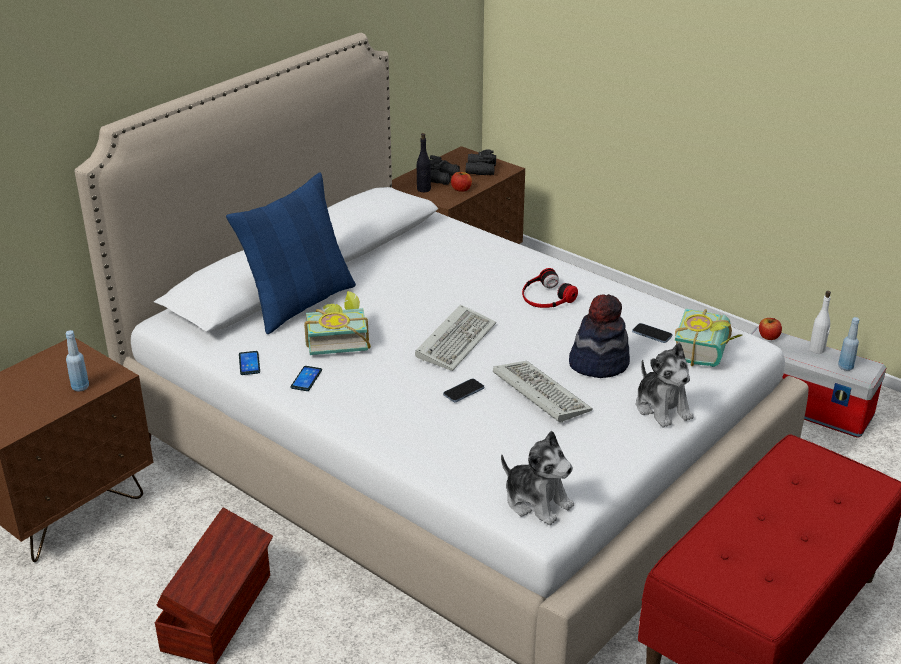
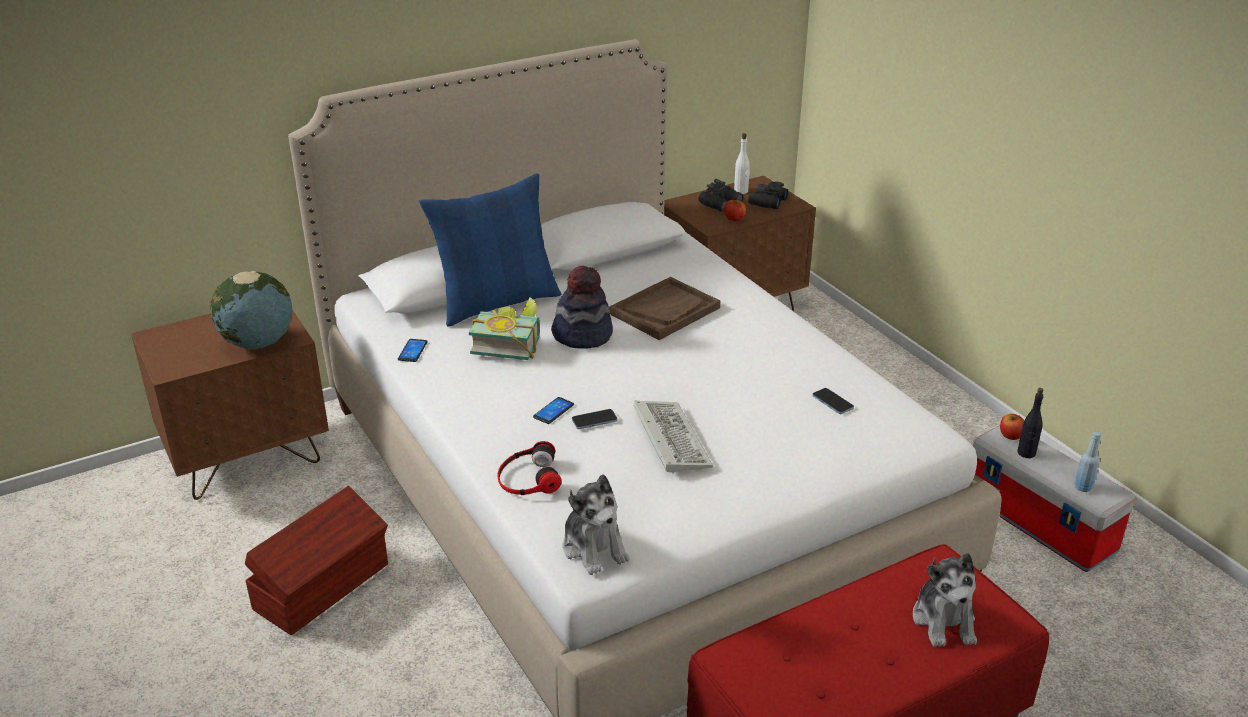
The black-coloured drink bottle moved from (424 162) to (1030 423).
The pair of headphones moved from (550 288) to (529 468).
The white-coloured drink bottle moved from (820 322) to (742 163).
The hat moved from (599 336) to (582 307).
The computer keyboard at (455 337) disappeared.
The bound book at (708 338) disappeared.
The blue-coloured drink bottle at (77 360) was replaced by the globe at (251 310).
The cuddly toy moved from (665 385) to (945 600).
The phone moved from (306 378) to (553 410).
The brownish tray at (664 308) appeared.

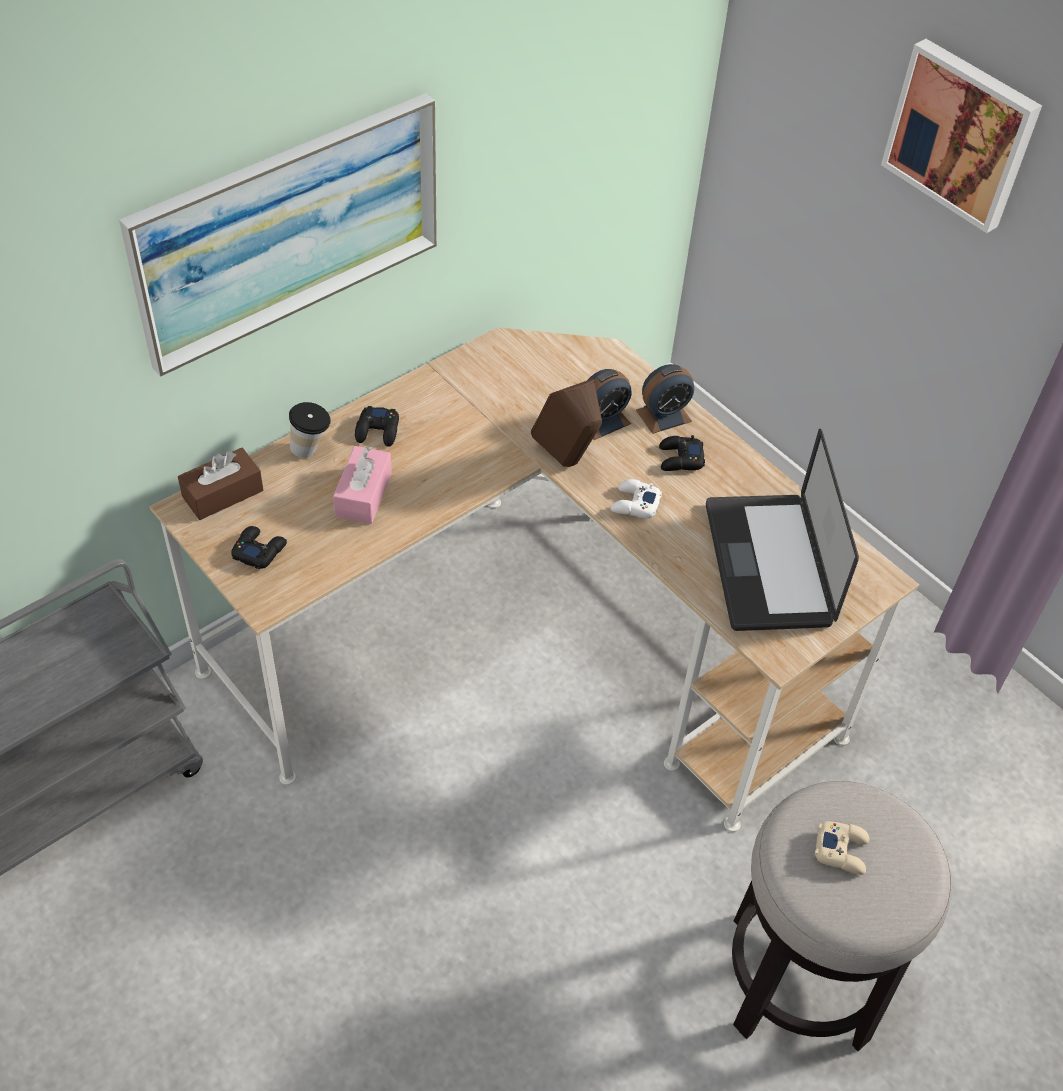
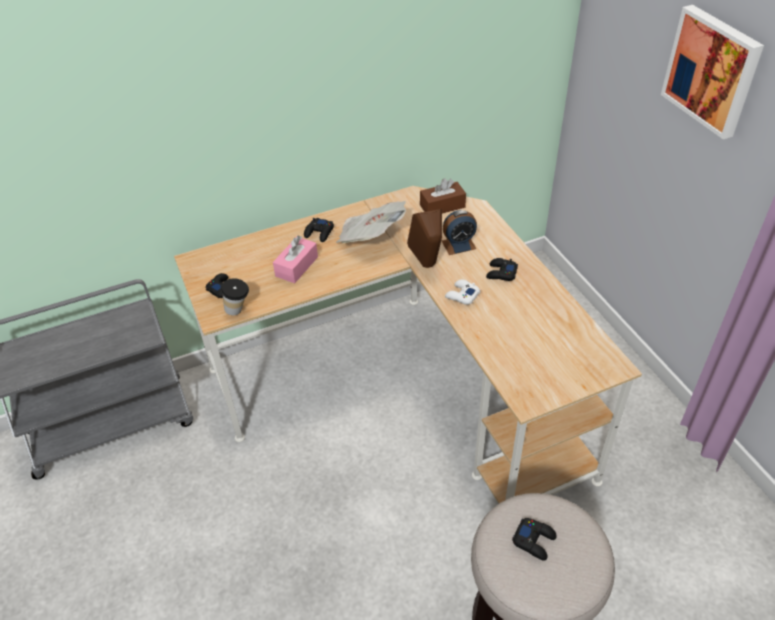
The picture at (278 235) disappeared.
The bedside clock at (665 399) disappeared.
The drinking cup moved from (310 430) to (234 296).
The portable computer at (782 530) disappeared.
The brownish box of tissues moved from (220 484) to (443 195).
The beige gamepad at (841 848) became the black-coloured gamepad at (534 539).
The daily paper at (371 222) appeared.

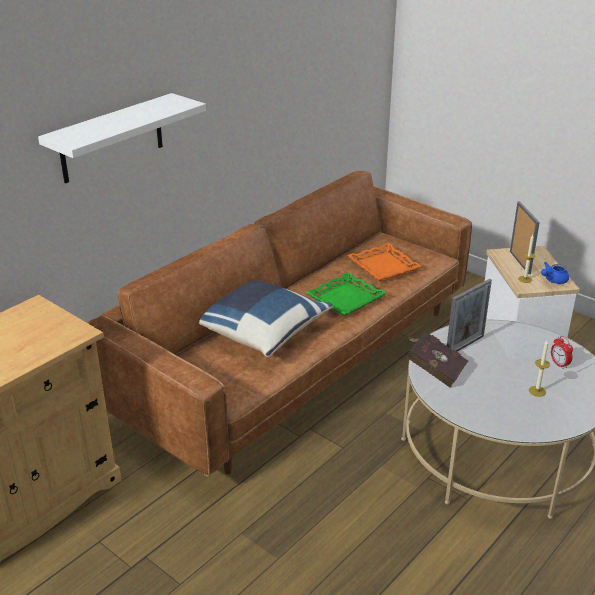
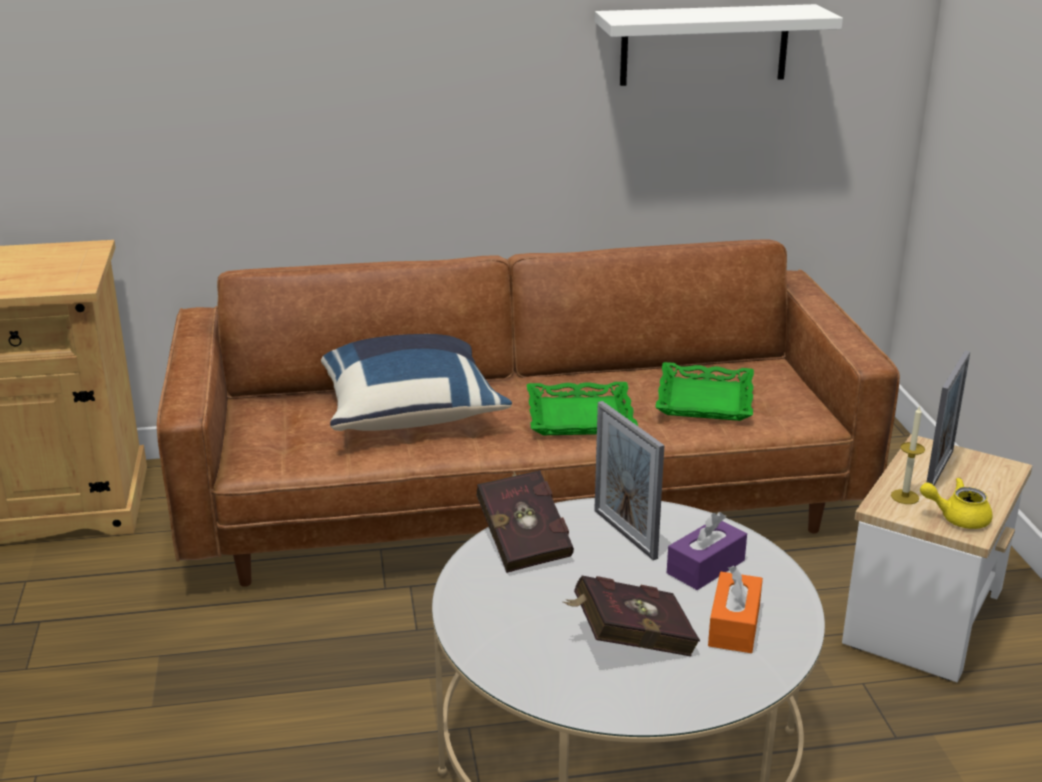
The white-coloured wall shelf moved from (122 138) to (719 45).
The orange-coloured tray at (384 262) became the green tray at (704 391).
The blue-coloured tea pot at (555 273) became the yellowish tea pot at (956 503).
The picture frame at (469 315) turned 60 degrees clockwise.
The bedside clock at (562 352) was replaced by the orange-coloured box of tissues at (735 609).
The wax light at (539 368) was replaced by the red bound book at (631 616).
The purple-coloured box of tissues at (707 551) appeared.

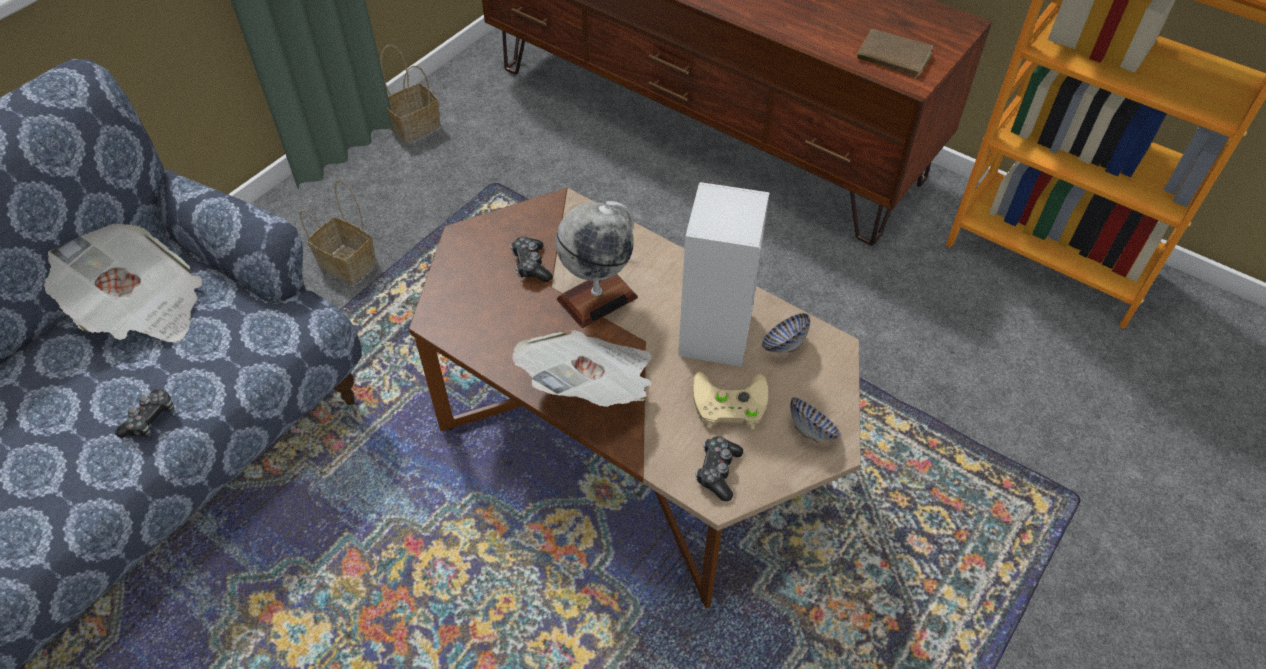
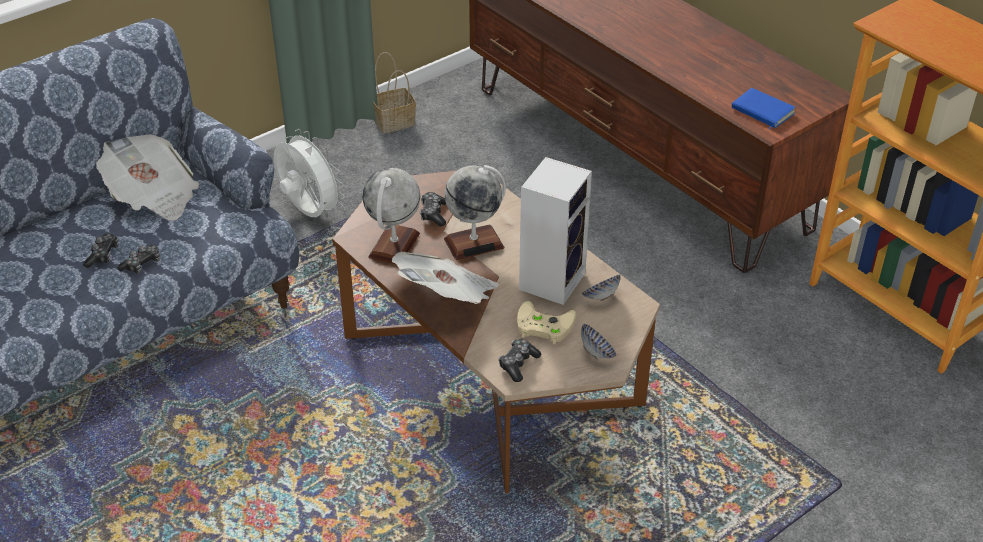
The brownish bound book at (895 55) became the blue-coloured bound book at (764 109).
The storage basket at (338 232) was replaced by the white-coloured cooling fan at (309 173).
The globe at (391 216) appeared.
The gamepad at (101 250) appeared.

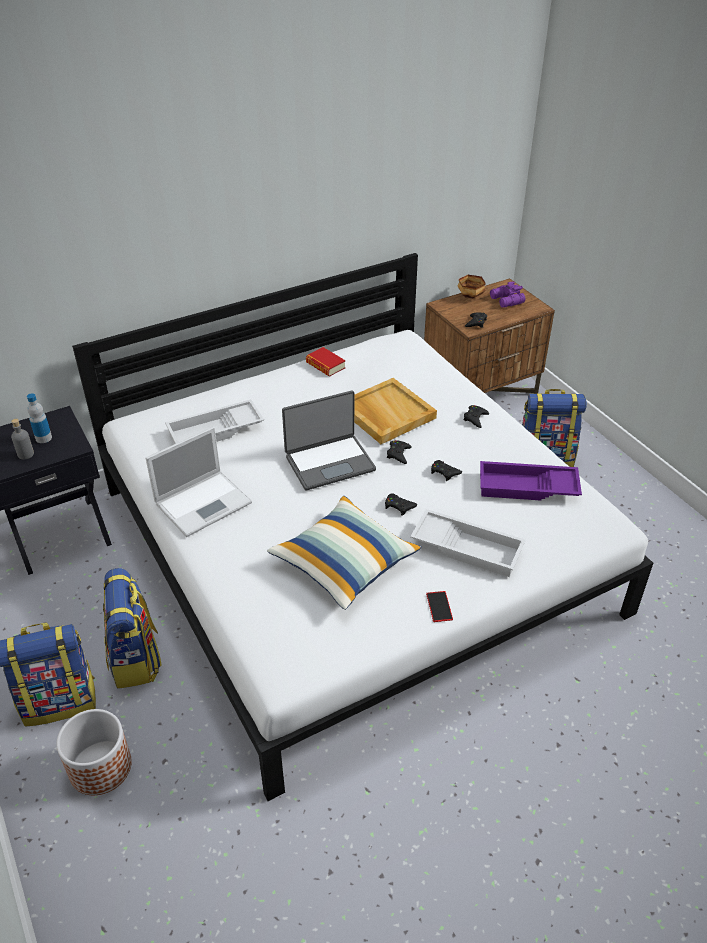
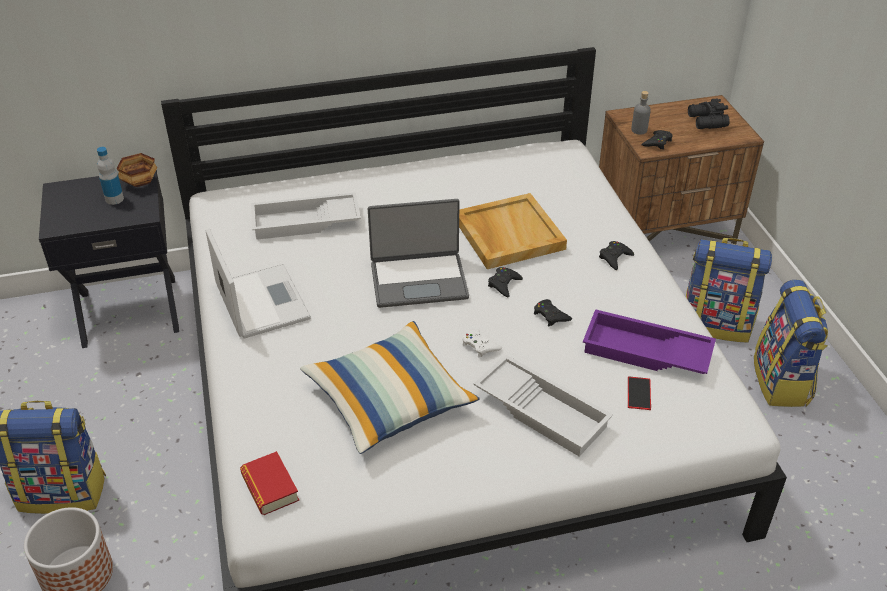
The bowl moved from (472 286) to (137 170).
The purple-coloured pair of binoculars at (507 294) became the black-coloured pair of binoculars at (709 113).
The bound book moved from (326 362) to (269 483).
The grey drink bottle moved from (22 439) to (641 113).
The portable computer at (199 482) turned 90 degrees counterclockwise.
The black-coloured gamepad at (401 504) became the white-coloured gamepad at (482 343).
The rucksack moved from (132 628) to (791 343).
The phone moved from (439 606) to (639 393).

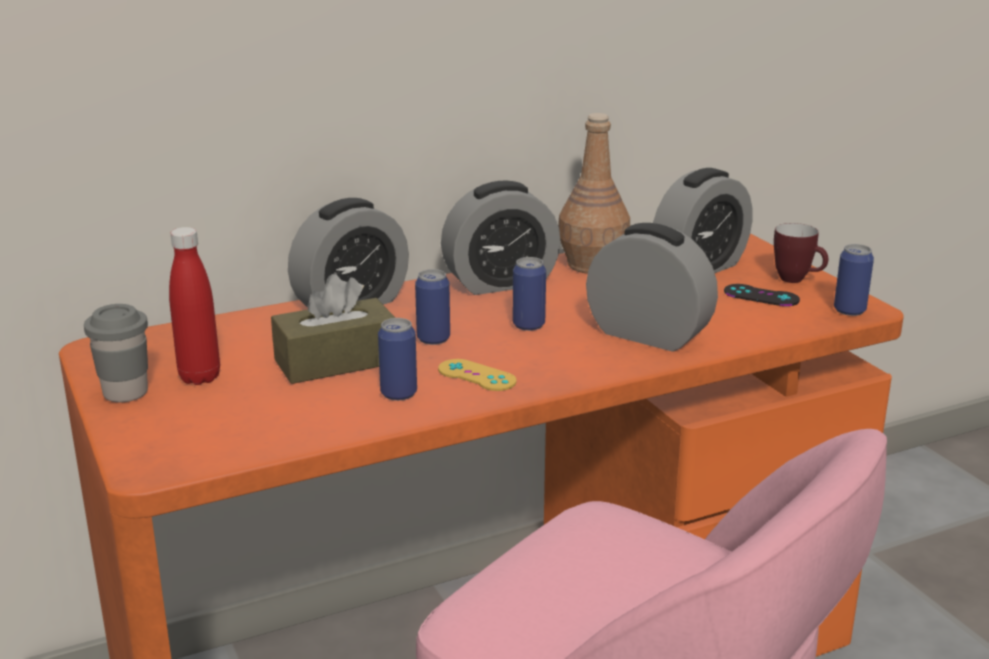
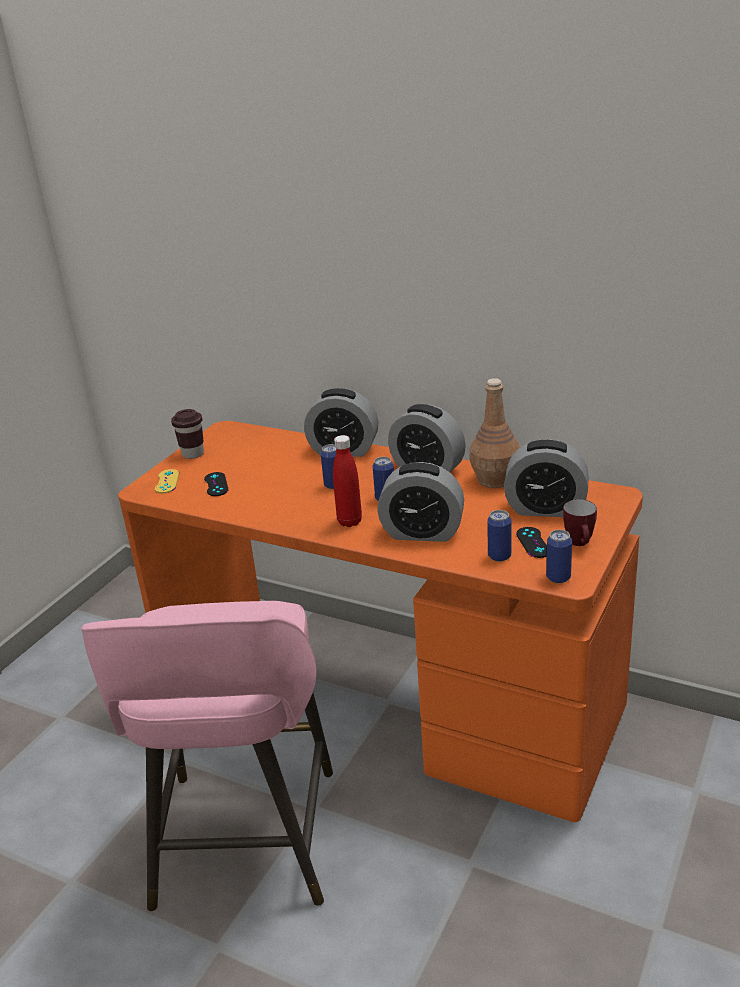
The bedside clock at (652 287) turned 105 degrees clockwise.
The red drink bottle moved from (194 306) to (347 481).
The brownish box of tissues at (333 329) disappeared.
The grey drinking cup at (116 353) became the brownish drinking cup at (187 434).
The sealed can moved from (397 359) to (499 536).
The yellowish gamepad moved from (477 375) to (167 481).
The black-coloured gamepad at (216 484) appeared.

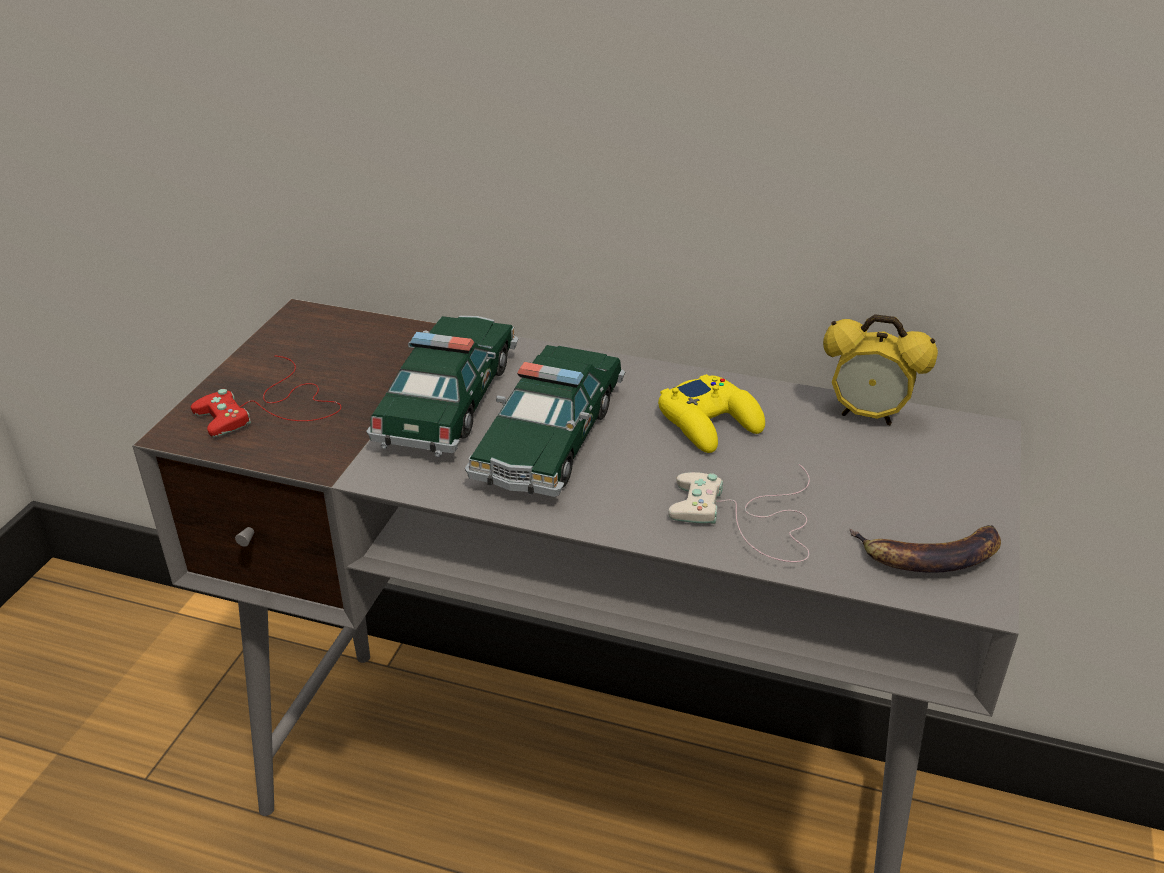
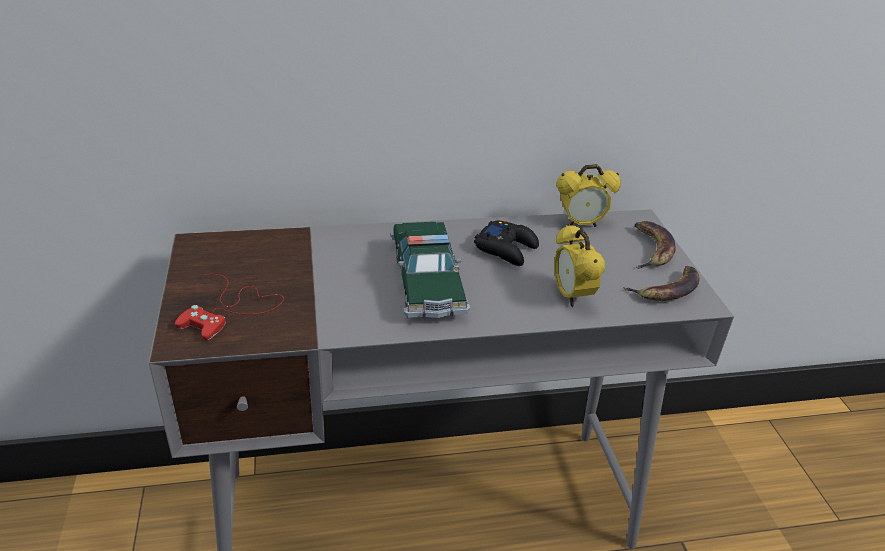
The model car at (442 386) disappeared.
The yellowish gamepad at (711 413) became the black-coloured gamepad at (506 243).
The white-coloured gamepad at (739 513) was replaced by the bedside clock at (579 265).
The banana at (655 245) appeared.

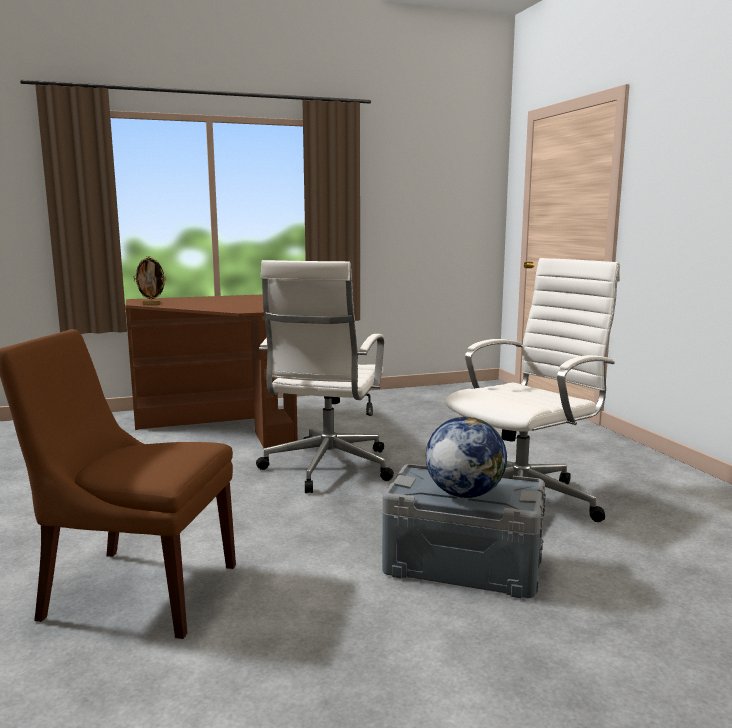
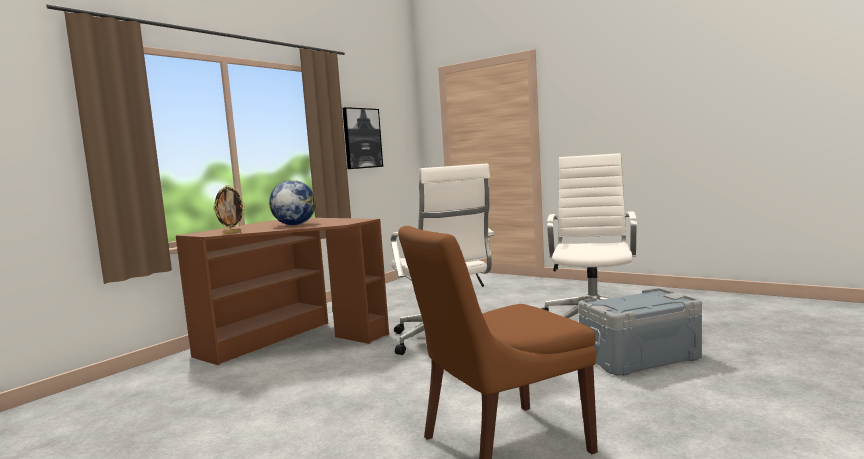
The globe moved from (466 457) to (292 202).
The picture at (362 138) appeared.

